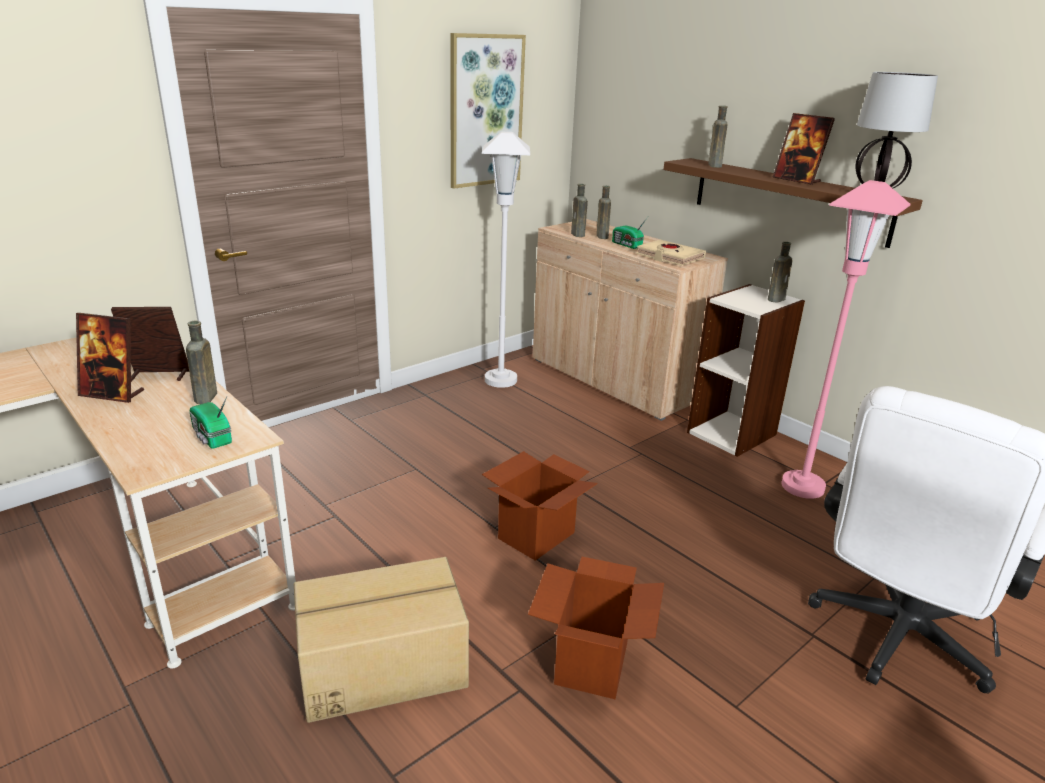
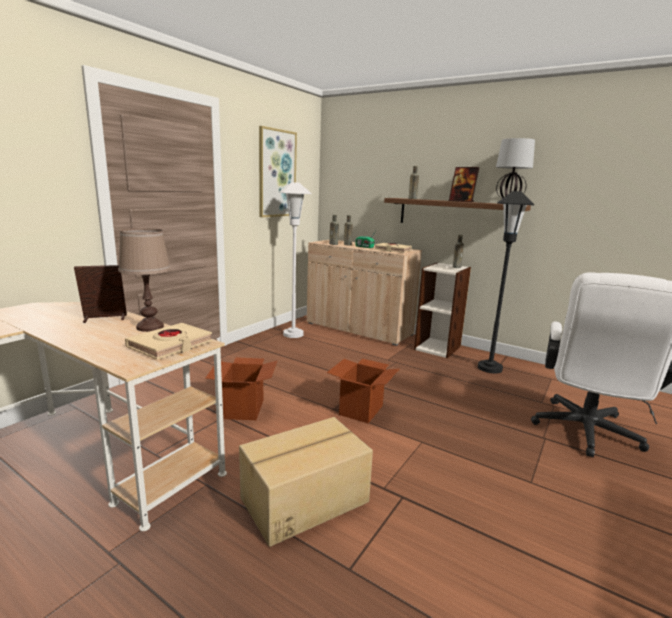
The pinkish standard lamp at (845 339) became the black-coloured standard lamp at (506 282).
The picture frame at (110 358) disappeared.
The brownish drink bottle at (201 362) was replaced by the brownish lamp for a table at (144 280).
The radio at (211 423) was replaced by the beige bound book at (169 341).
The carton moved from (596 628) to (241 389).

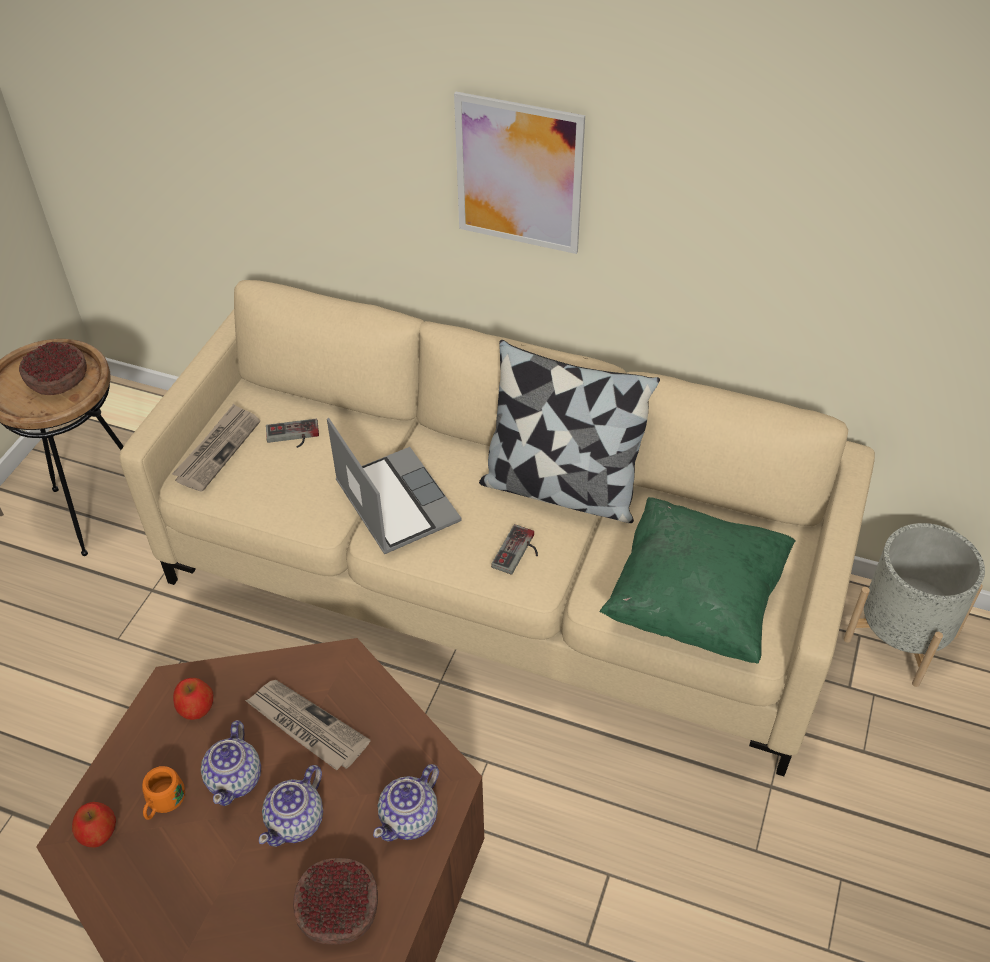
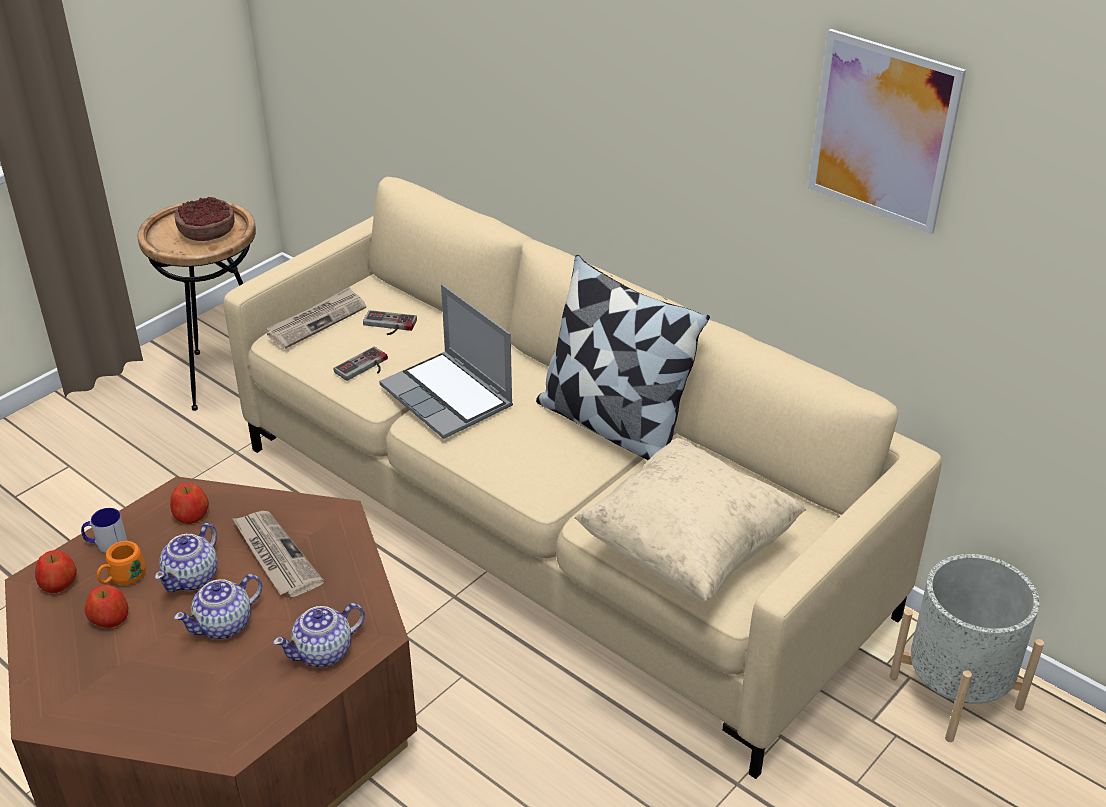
The picture moved from (519 173) to (887 132).
The portable computer at (394 486) turned 150 degrees clockwise.
The green pillow at (698 580) became the beige pillow at (690 520).
The gamepad moved from (514 549) to (361 363).
The bowl at (335 901) disappeared.
The coffee mug at (104 530) appeared.
The whole apple at (107 606) appeared.

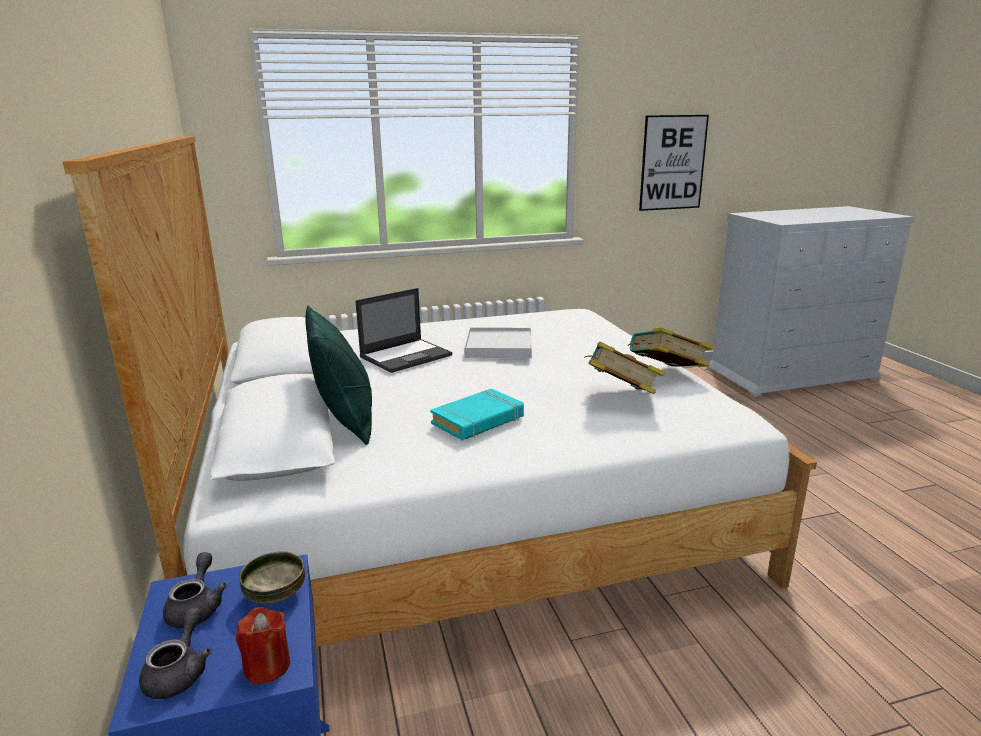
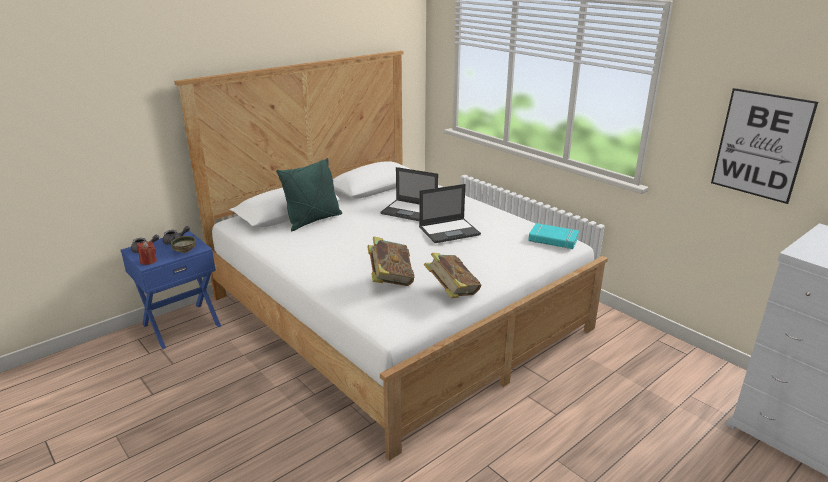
The white-coloured tray at (498 342) was replaced by the portable computer at (450 213).
The turquoise bound book moved from (477 414) to (553 236).

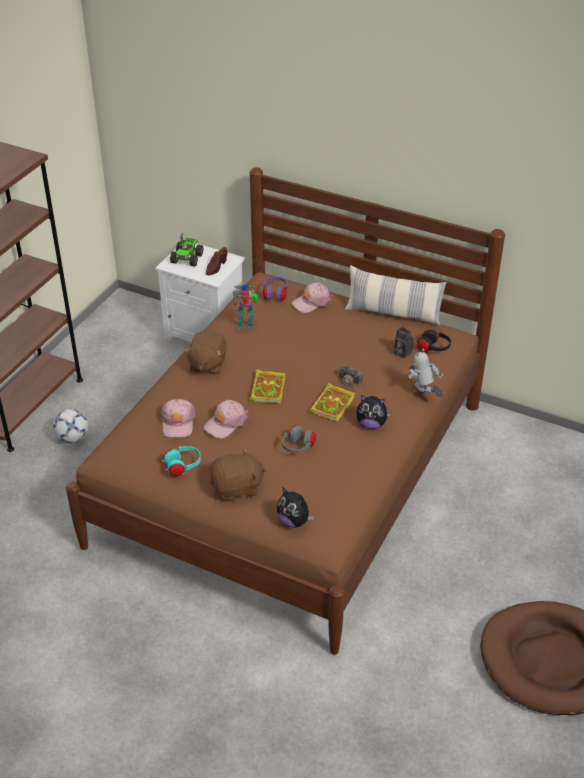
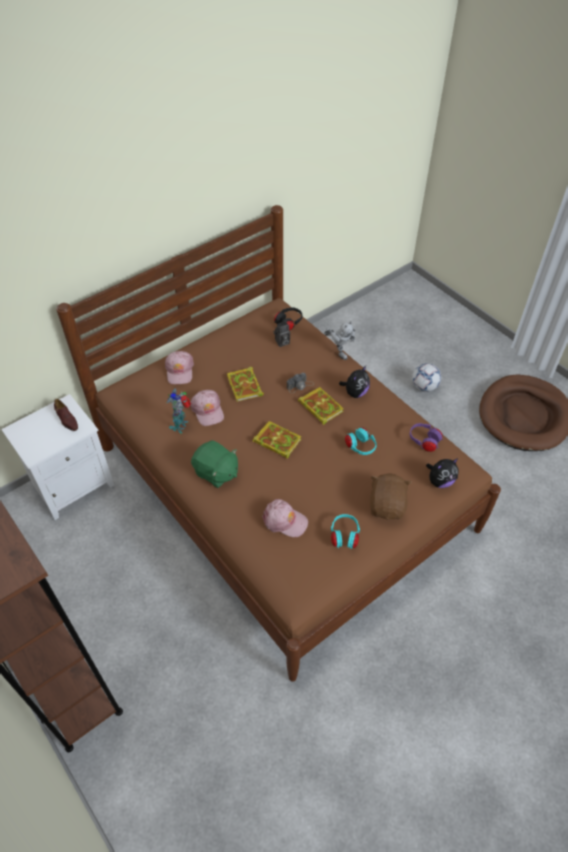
The toy truck at (186 250) disappeared.
The pillow at (396 295) disappeared.
The purple-coloured pair of headphones moved from (275 289) to (426 437).
The brownish cuddly toy at (205 352) became the green cuddly toy at (214 464).
The toy robot at (426 373) turned 120 degrees counterclockwise.
The pinkish cap moved from (226 419) to (207 408).
The football ball moved from (70 426) to (426 377).
The grey pair of headphones at (299 439) became the turquoise pair of headphones at (360 441).
The bound book at (245 384) appeared.

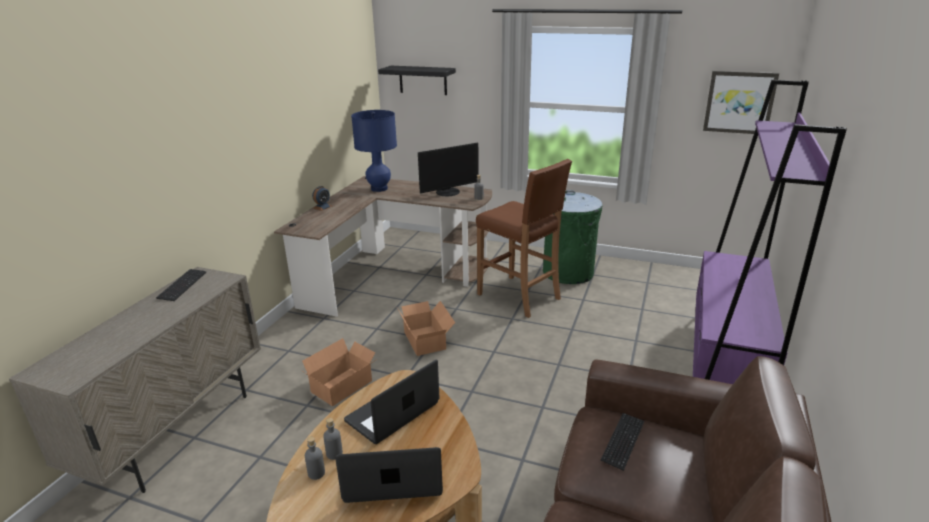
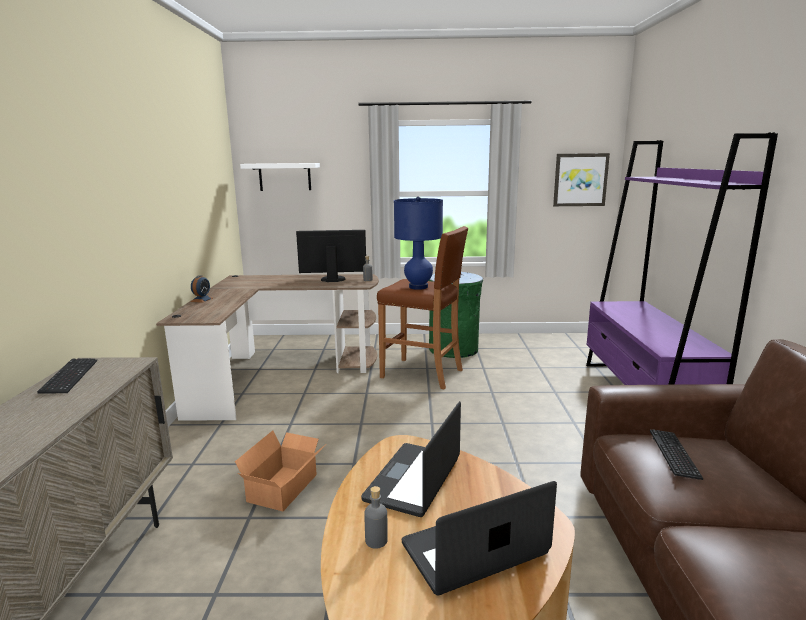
The black-coloured wall shelf at (417 80) became the white-coloured wall shelf at (280 177).
The blue-coloured lamp for a table moved from (374 151) to (418 243).
The computer screen at (448 169) turned 135 degrees counterclockwise.
The carton at (426 328) disappeared.
The grey drink bottle at (315 458) disappeared.

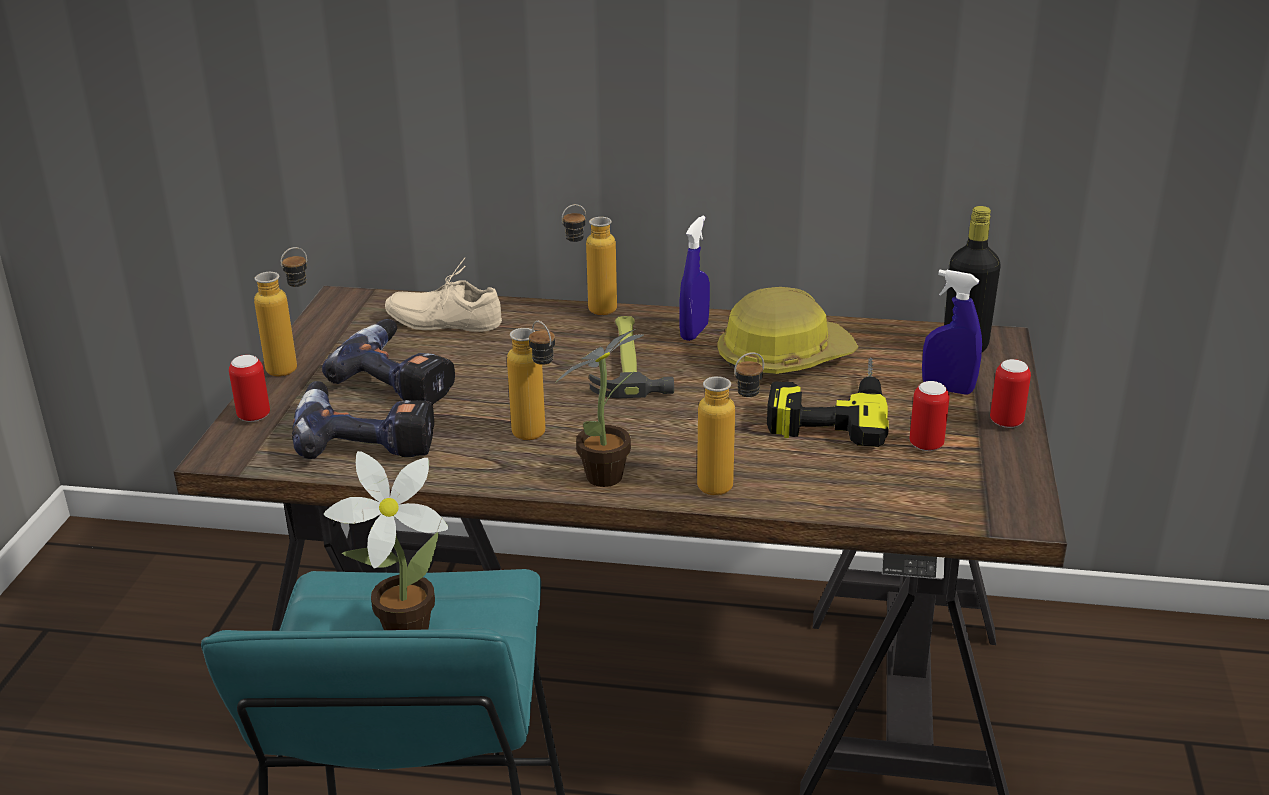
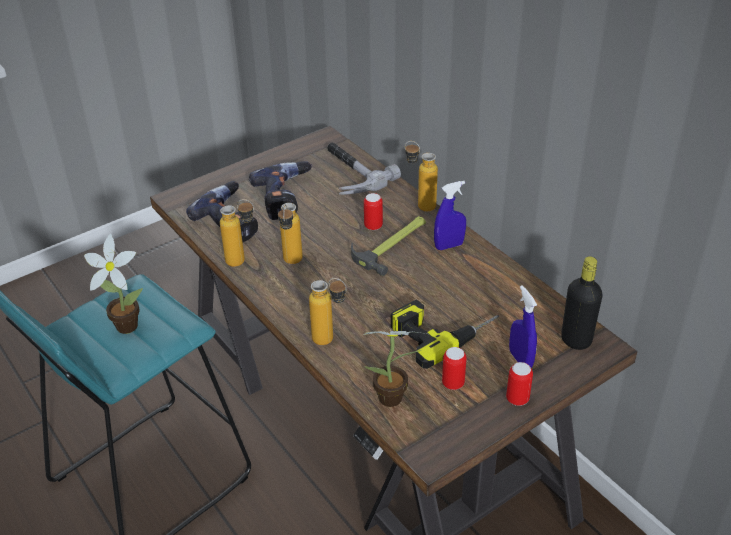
The drink bottle moved from (280 312) to (237 233).
The beige shoe at (443 295) was replaced by the hammer at (364 169).
The safety helmet at (787 330) disappeared.
The potted plant moved from (599 407) to (394 369).
The sealed can moved from (249 388) to (373 211).

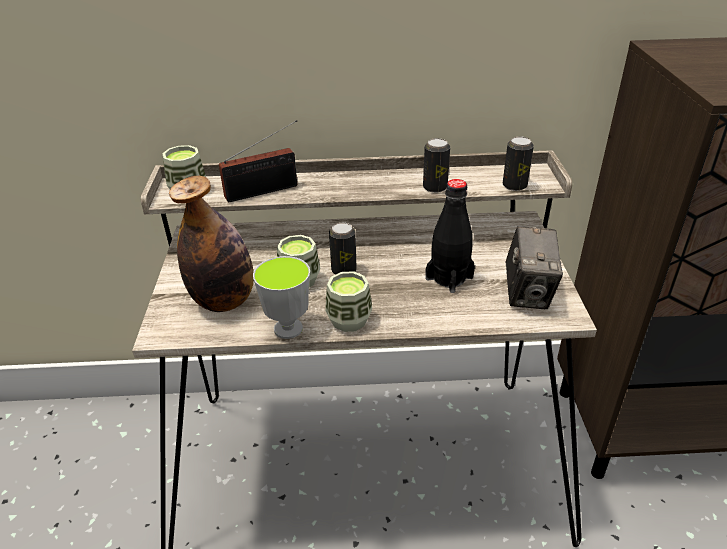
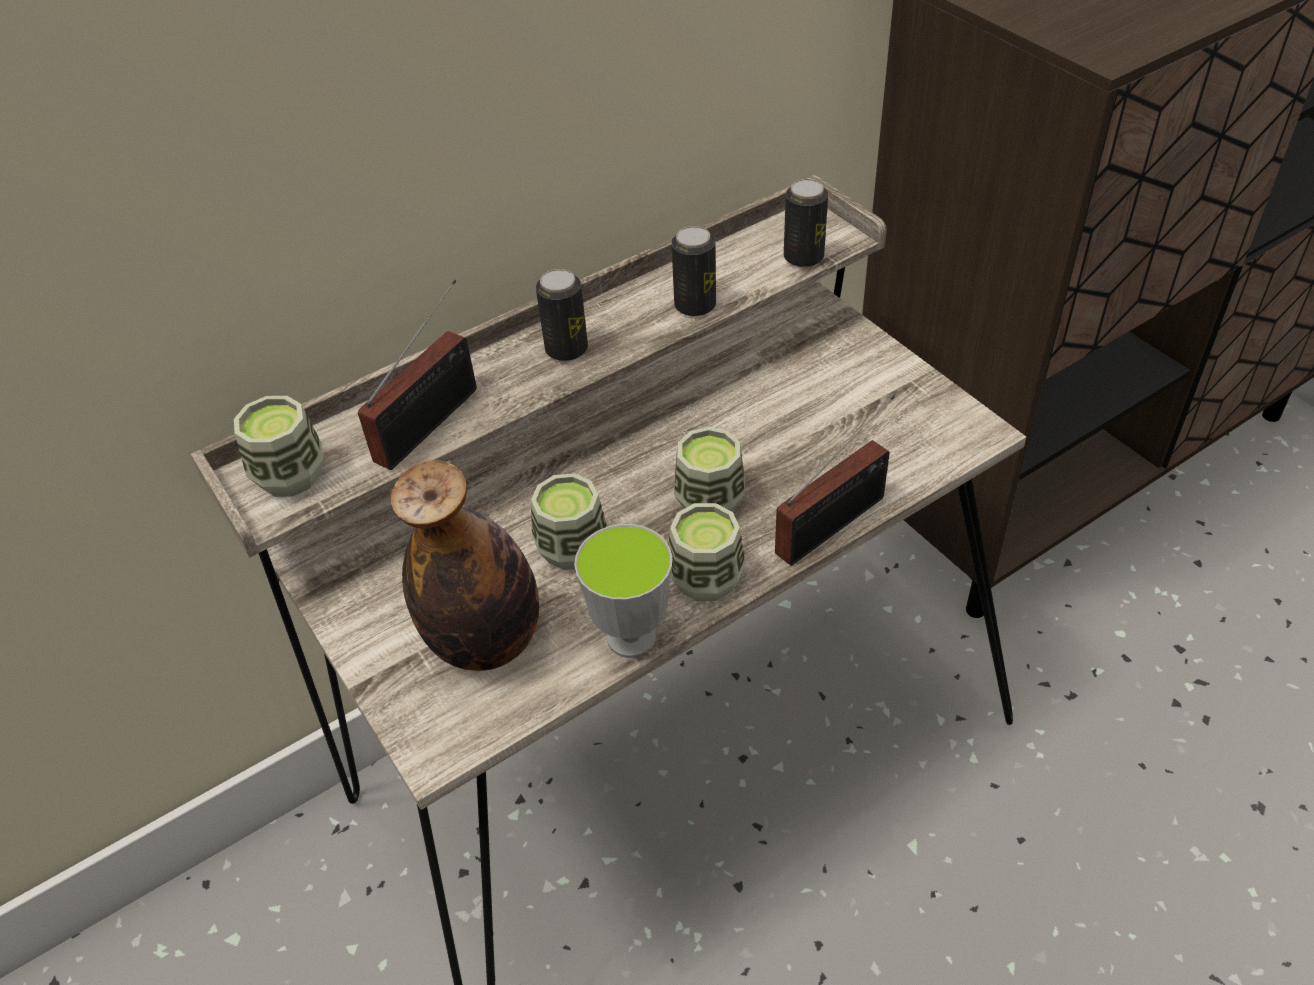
The black-coloured drink bottle at (450 236) disappeared.
The sealed can moved from (343 249) to (562 315).
The photo camera at (534 267) disappeared.
The radio at (835 480) appeared.
The drinking cup at (709 469) appeared.

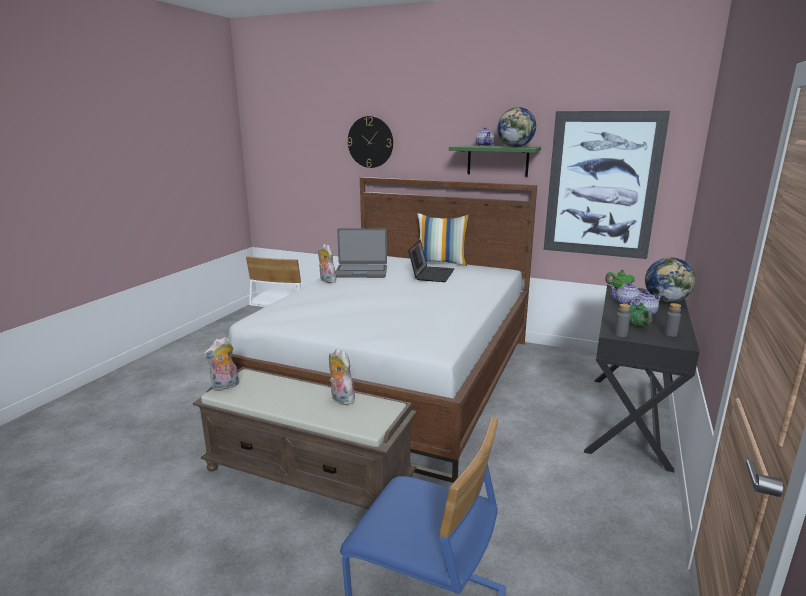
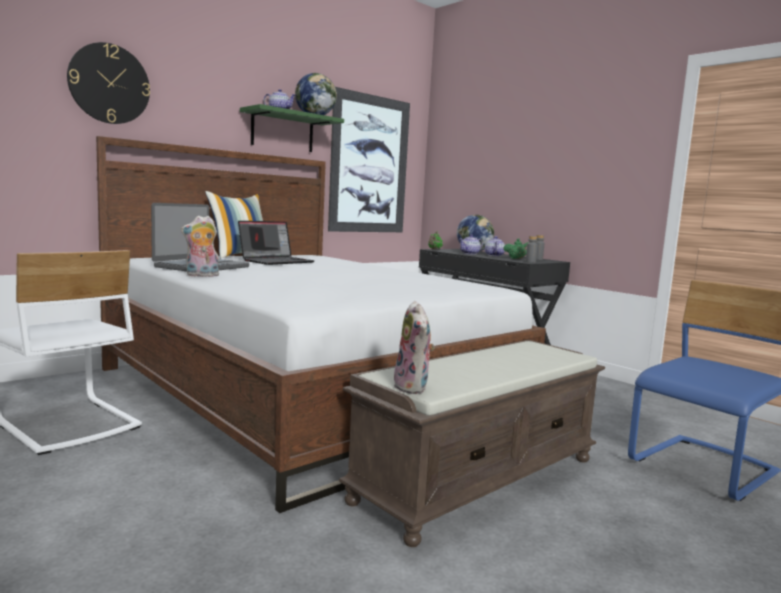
The portable computer at (431 261) turned 90 degrees clockwise.
The cuddly toy at (343 376) disappeared.

